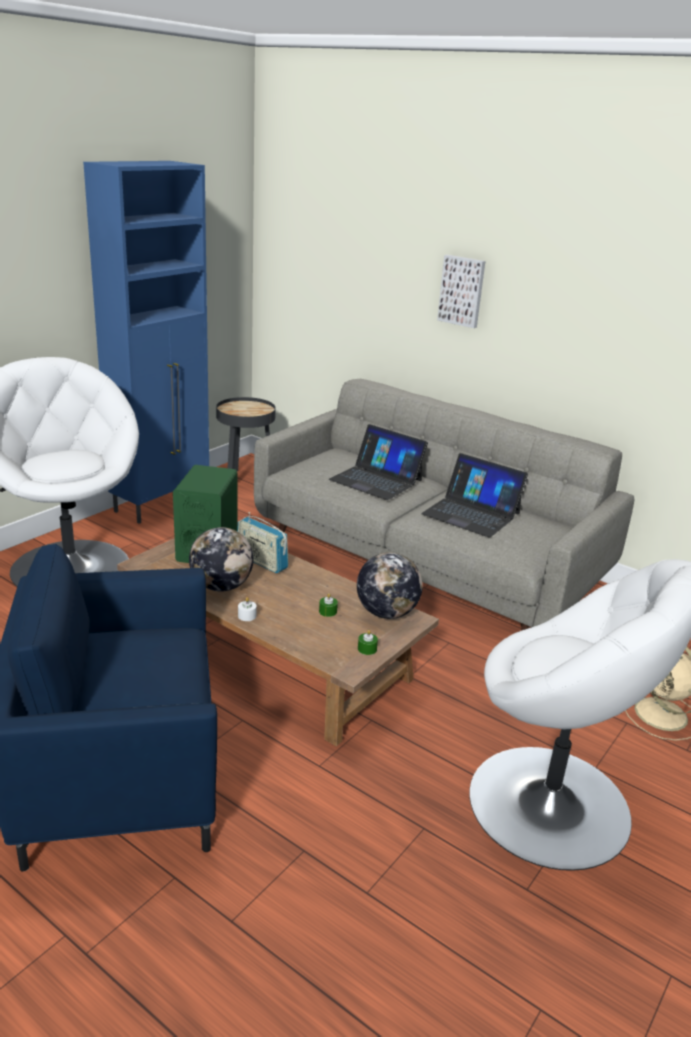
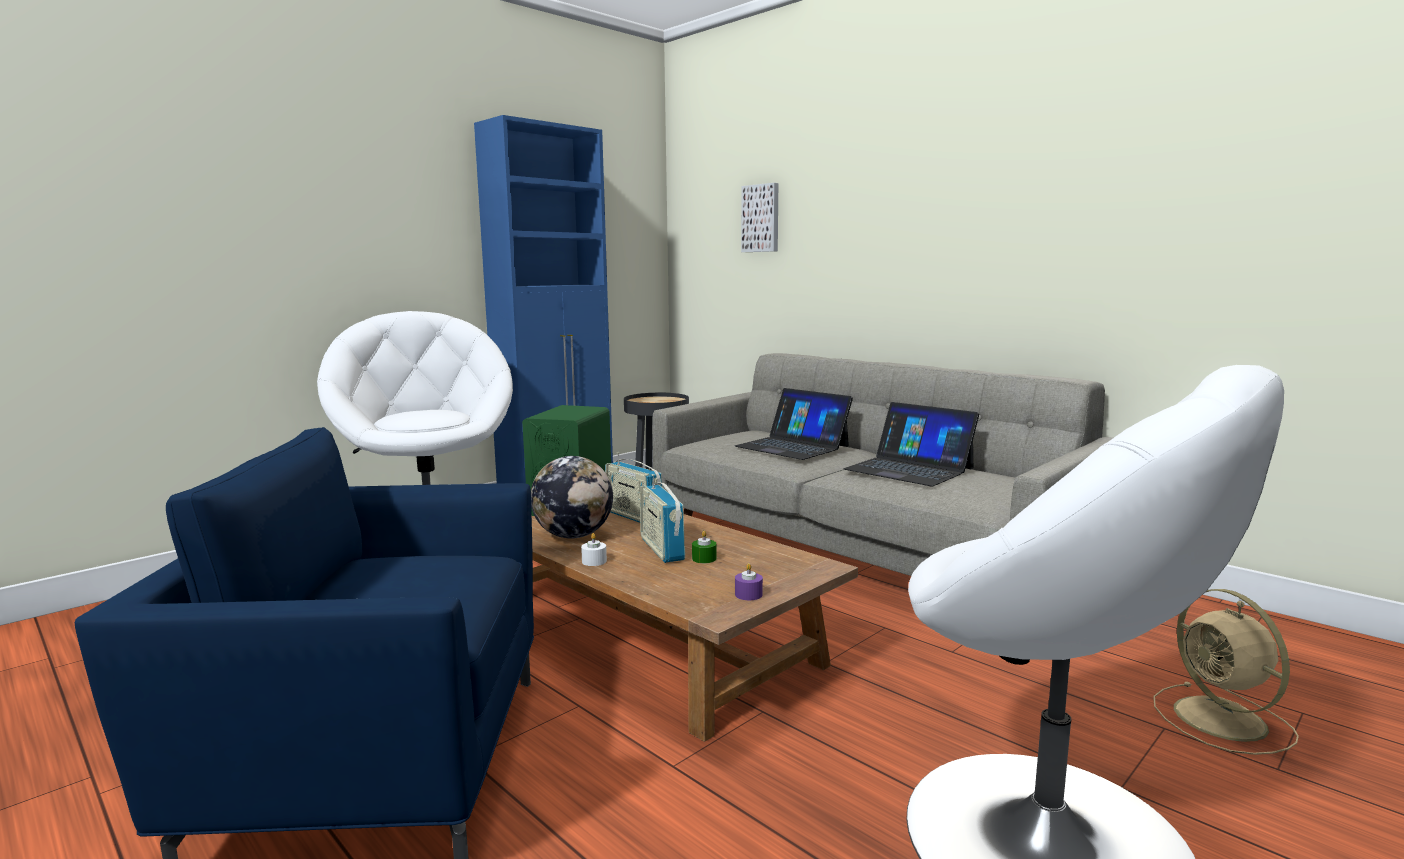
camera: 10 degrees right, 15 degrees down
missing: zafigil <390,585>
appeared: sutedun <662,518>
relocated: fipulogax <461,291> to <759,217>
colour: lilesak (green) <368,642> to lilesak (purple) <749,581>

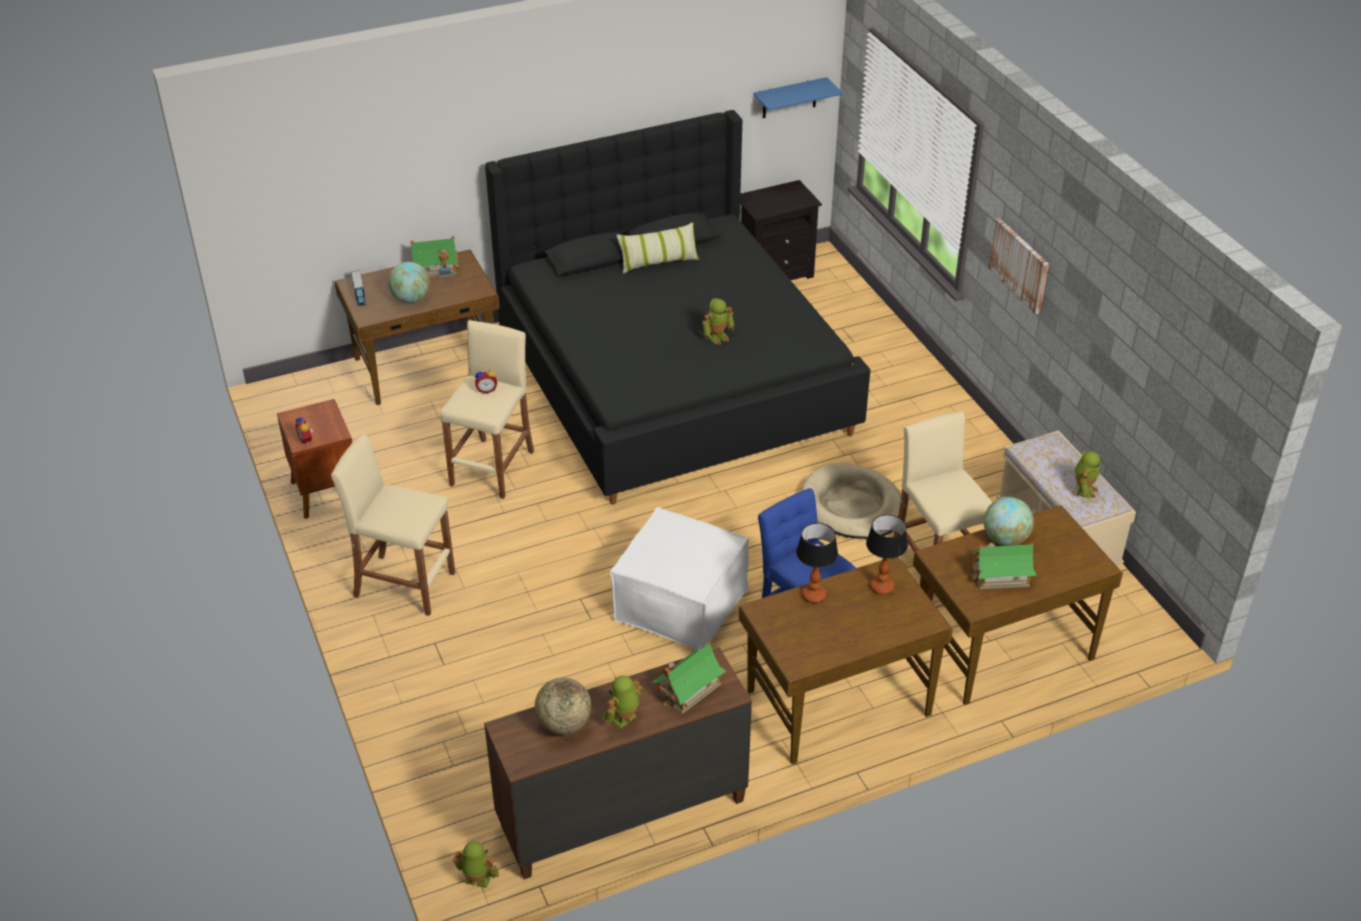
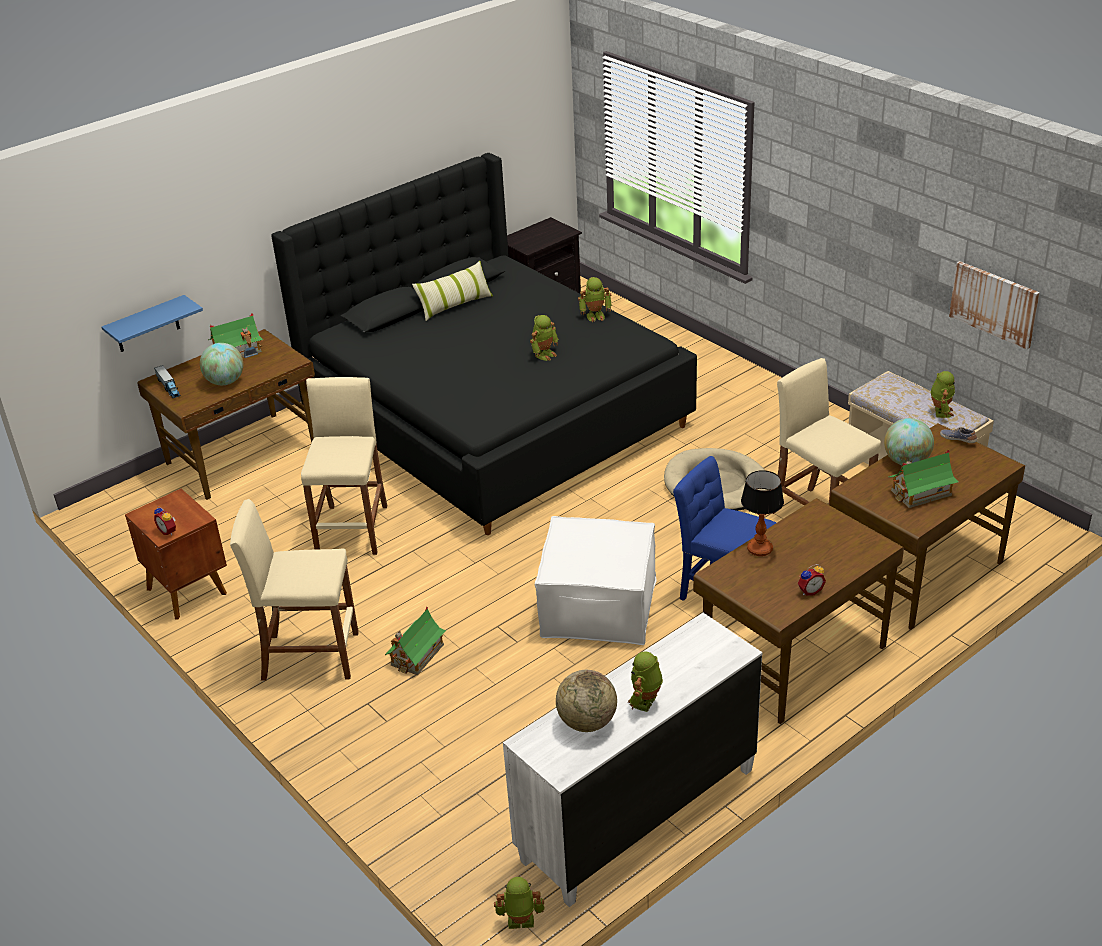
camera: 15 degrees left, 5 degrees down
missing: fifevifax <887,555>
appeared: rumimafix <595,299>; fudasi <958,435>
relocated: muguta <486,381> to <812,579>; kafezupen <689,677> to <415,640>; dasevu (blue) <798,97> to <152,323>; fipulogax <1018,266> to <994,305>
colour: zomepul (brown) <618,763> to zomepul (white) <632,760>

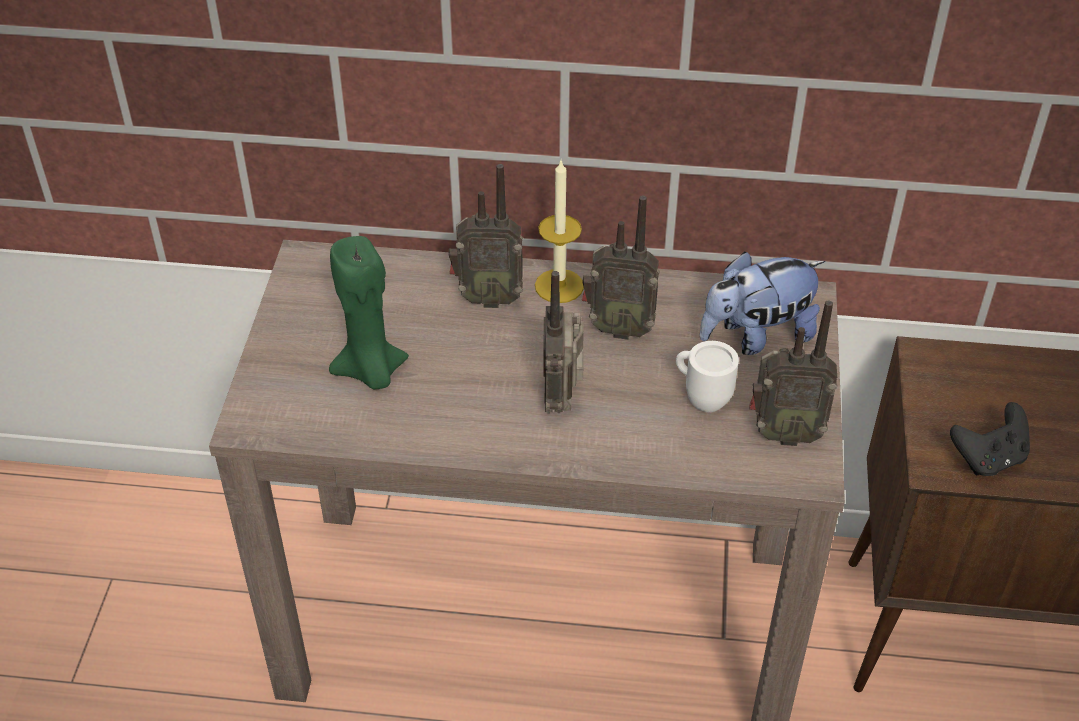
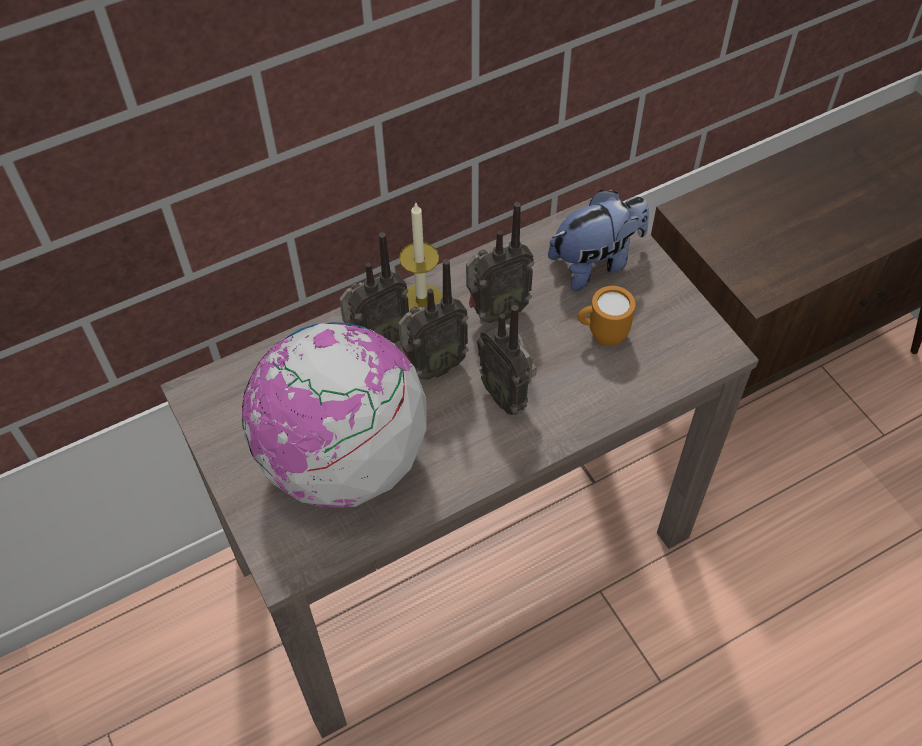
camera: 35 degrees left, 10 degrees up
missing: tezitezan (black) <990,439>
relocated: sutedun <793,373> to <433,319>
exchanged: lilesak (green) <369,312> to zafigil <334,415>
colour: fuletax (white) <707,376> to fuletax (orange) <606,316>
spun: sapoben <762,303> = <598,240> 150 degrees counterclockwise

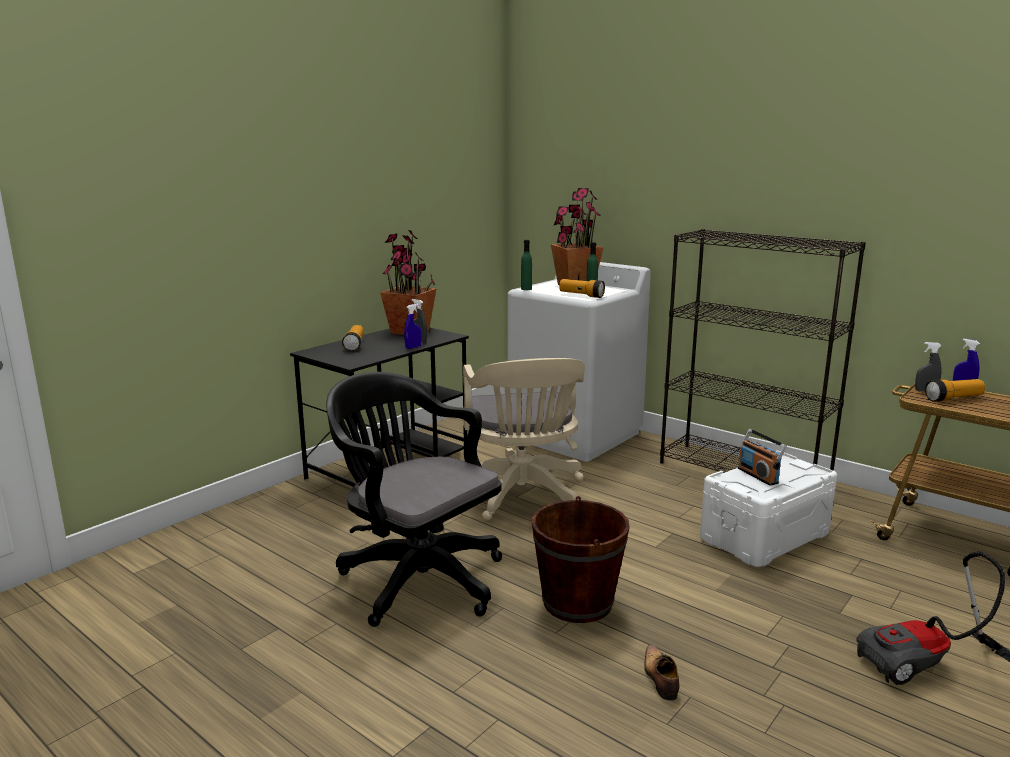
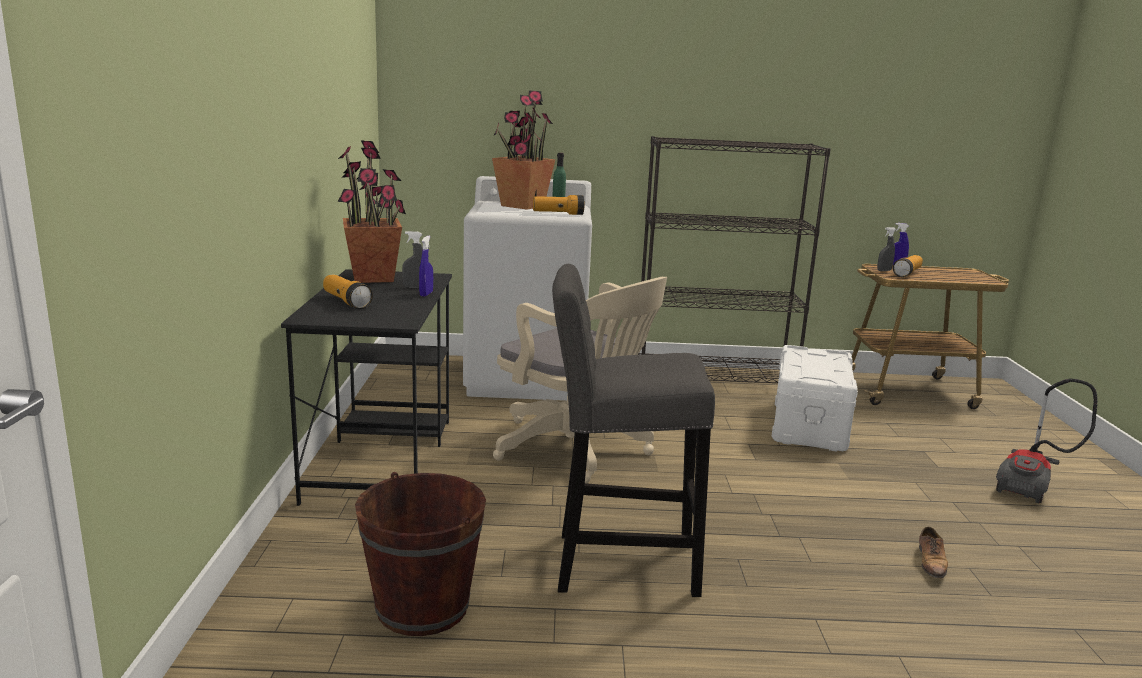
camera: 40 degrees left, 0 degrees up
missing: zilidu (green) <526,265>; sutedun <762,457>
relocated: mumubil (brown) <581,559> to <420,554>
exchanged: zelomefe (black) <414,499> to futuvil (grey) <633,430>
spun: fudasi <661,673> = <933,553> 120 degrees counterclockwise

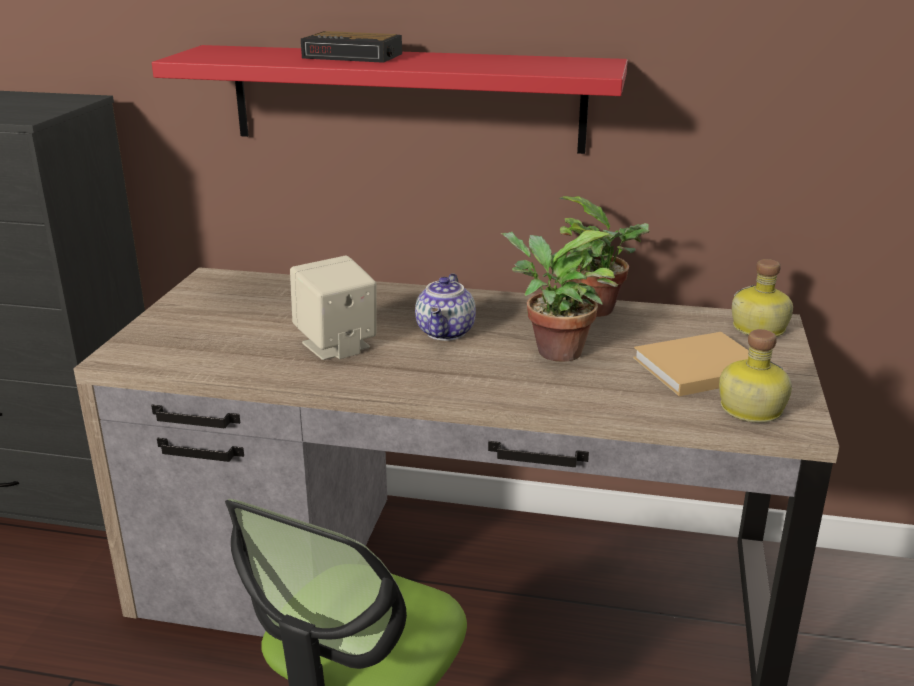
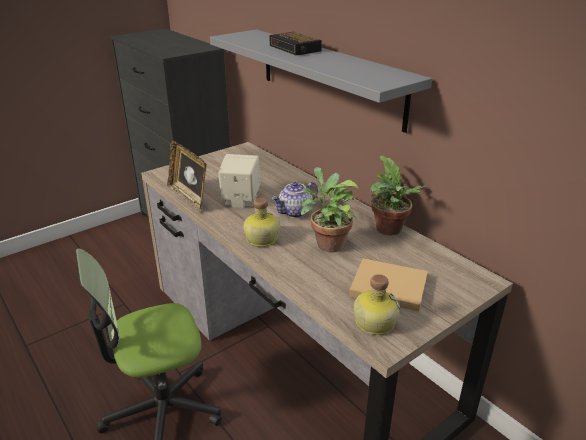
camera: 40 degrees right, 5 degrees up
appeared: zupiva <187,176>
relocated: zilidu <762,298> to <261,222>
colour: dasevu (red) <390,99> to dasevu (grey) <321,81>

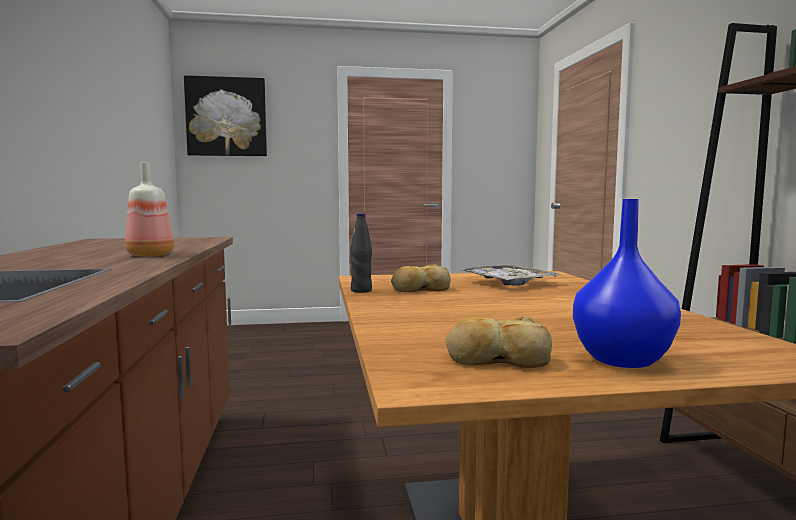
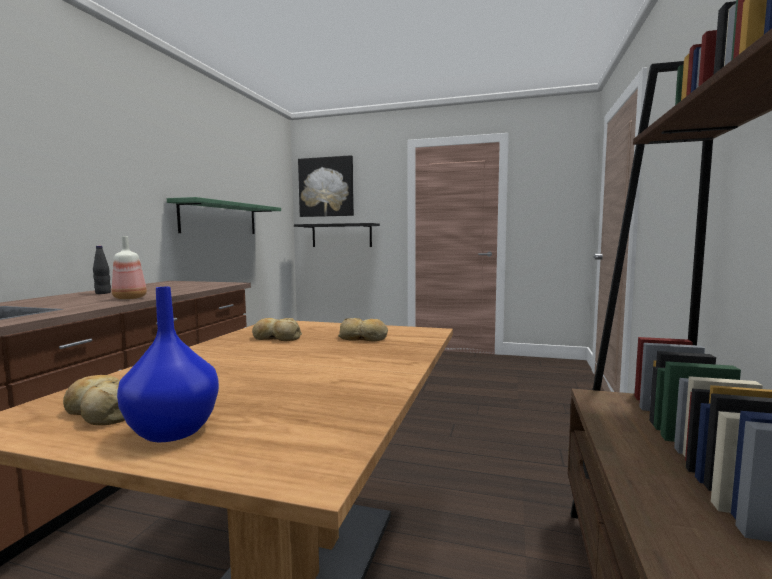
camera: 25 degrees right, 0 degrees up
appeared: dasevu (green) <224,215>; dasevu (black) <337,235>
relocated: zilidu (black) <361,253> to <102,270>
exchanged: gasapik <511,275> to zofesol <363,329>

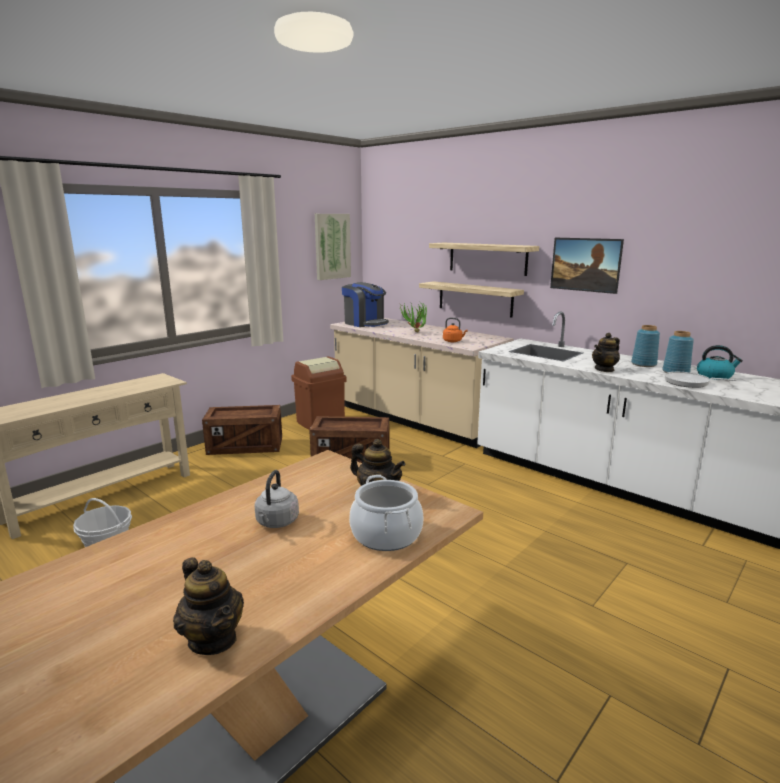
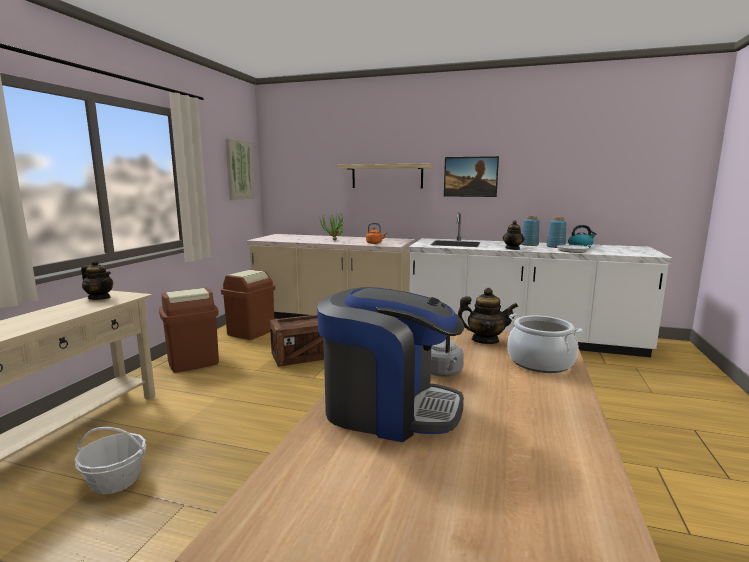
camera: 25 degrees left, 5 degrees down
missing: dasevu <471,299>
relocated: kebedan <208,606> to <97,280>; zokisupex <365,304> to <390,364>
exchanged: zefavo <242,430> to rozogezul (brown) <189,330>

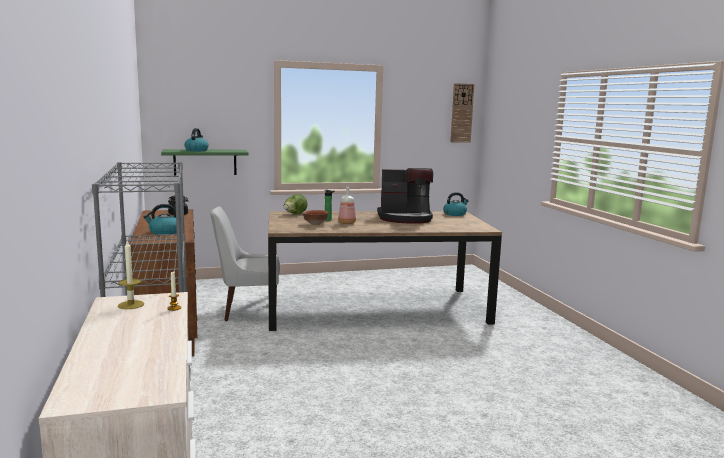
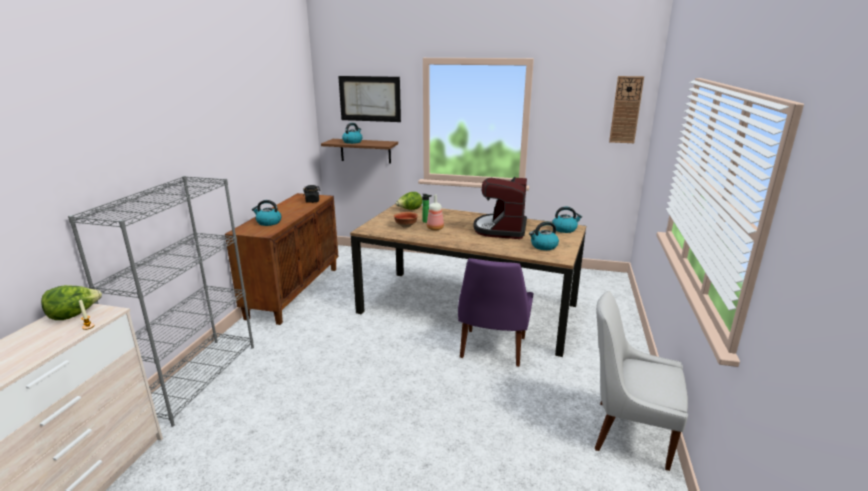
camera: 30 degrees right, 10 degrees up
appeared: fipulogax <369,99>; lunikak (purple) <496,312>; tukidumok <544,235>
relocated: lunikak (white) <245,263> to <641,381>
exchanged: lilesak <131,275> to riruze <71,302>
colour: dasevu (green) <205,162> to dasevu (brown) <359,151>
spun: zokisupex <405,196> = <500,208> 75 degrees clockwise

